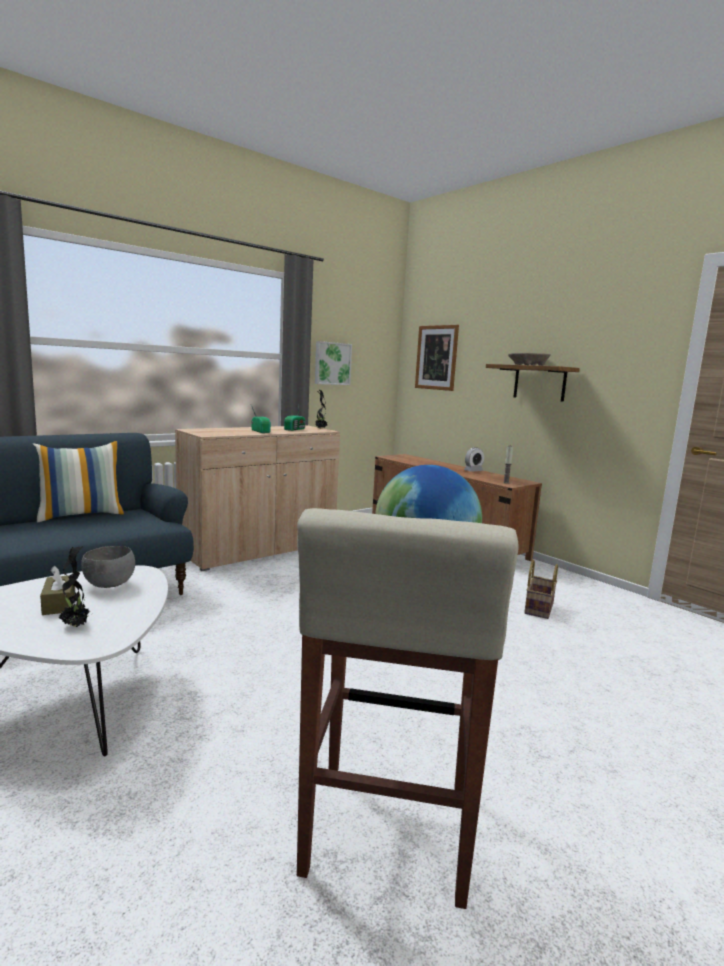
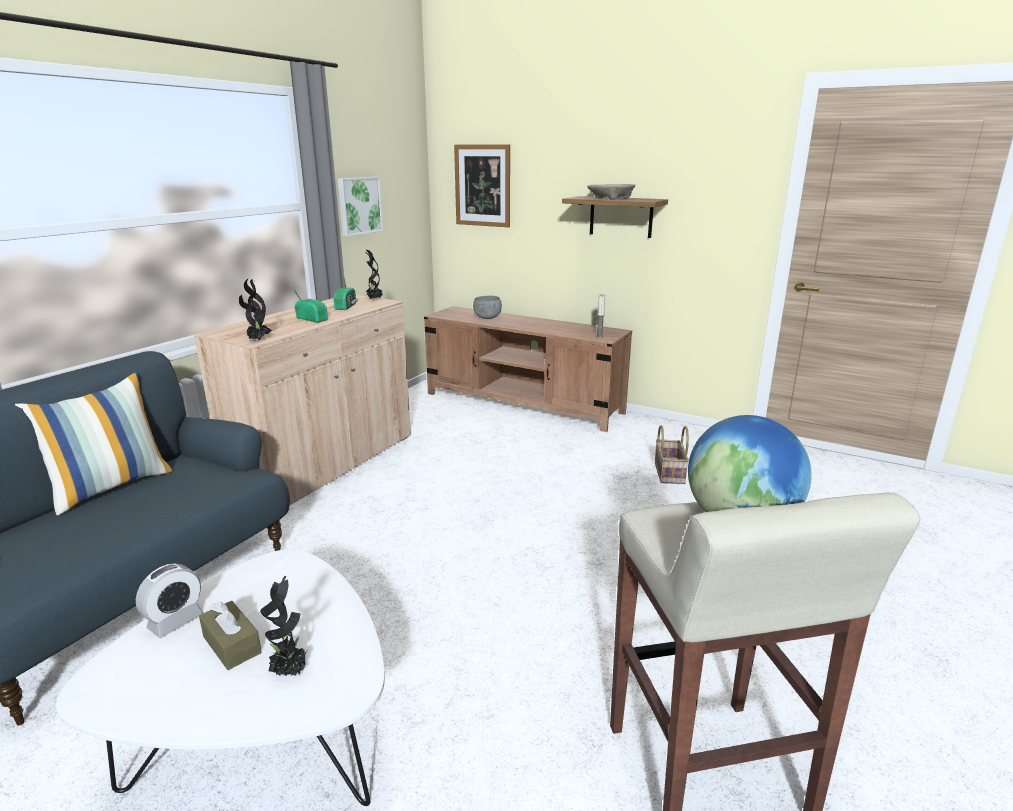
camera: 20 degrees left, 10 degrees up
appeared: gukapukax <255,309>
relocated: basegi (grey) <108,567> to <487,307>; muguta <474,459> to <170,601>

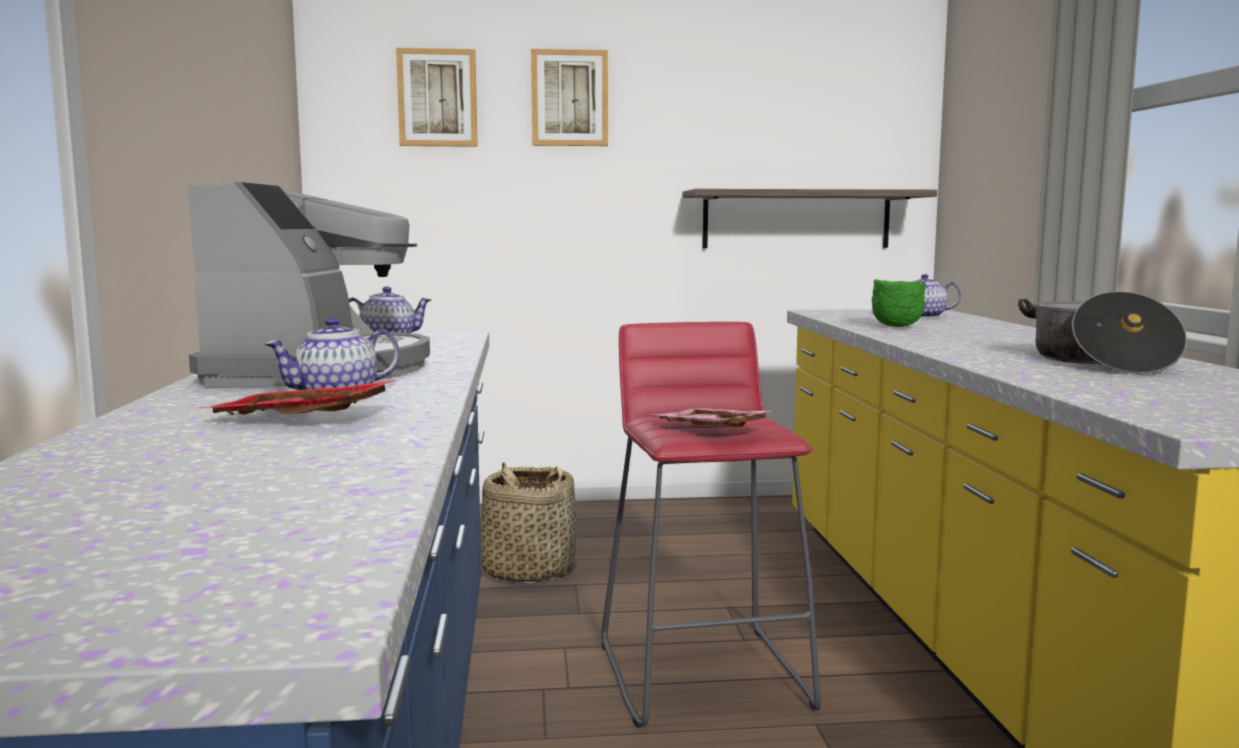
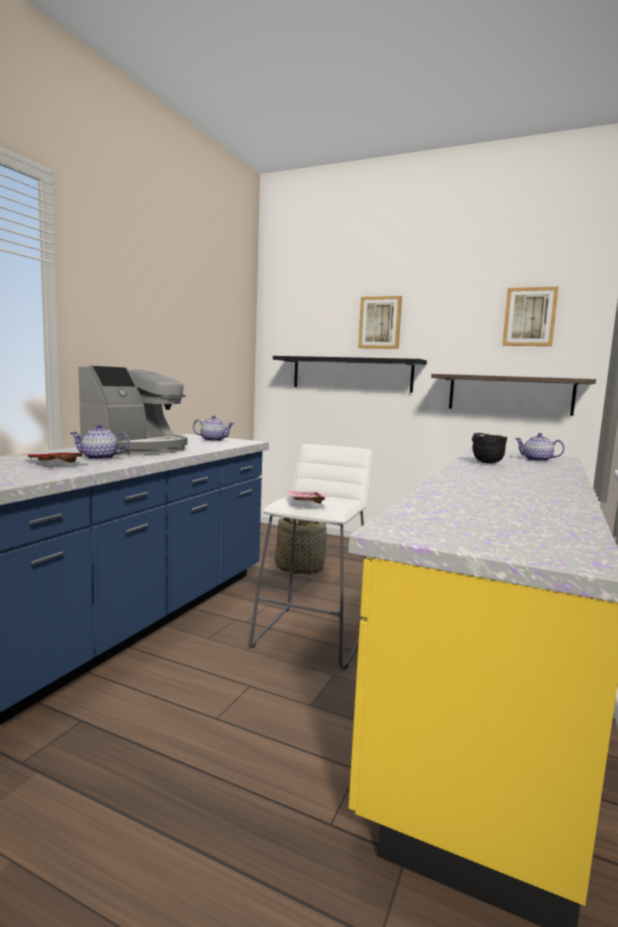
camera: 30 degrees right, 0 degrees up
missing: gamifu <1102,332>
appeared: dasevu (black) <350,374>
relocated: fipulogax <437,97> to <530,316>
colour: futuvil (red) <711,525> to futuvil (white) <310,556>; basegi (green) <899,303> to basegi (black) <489,448>

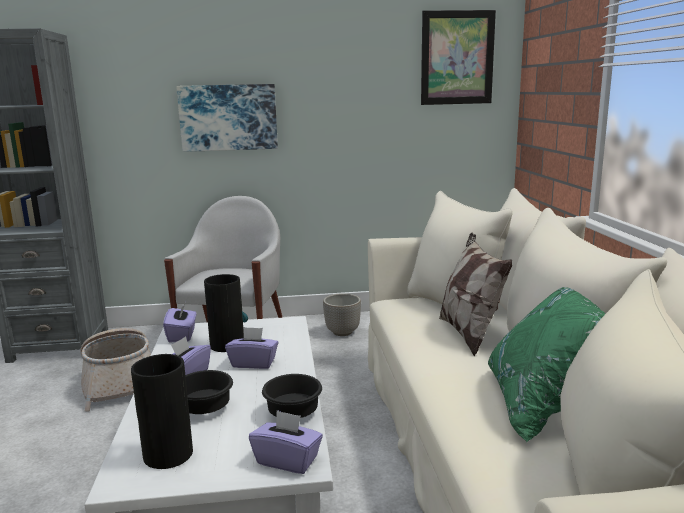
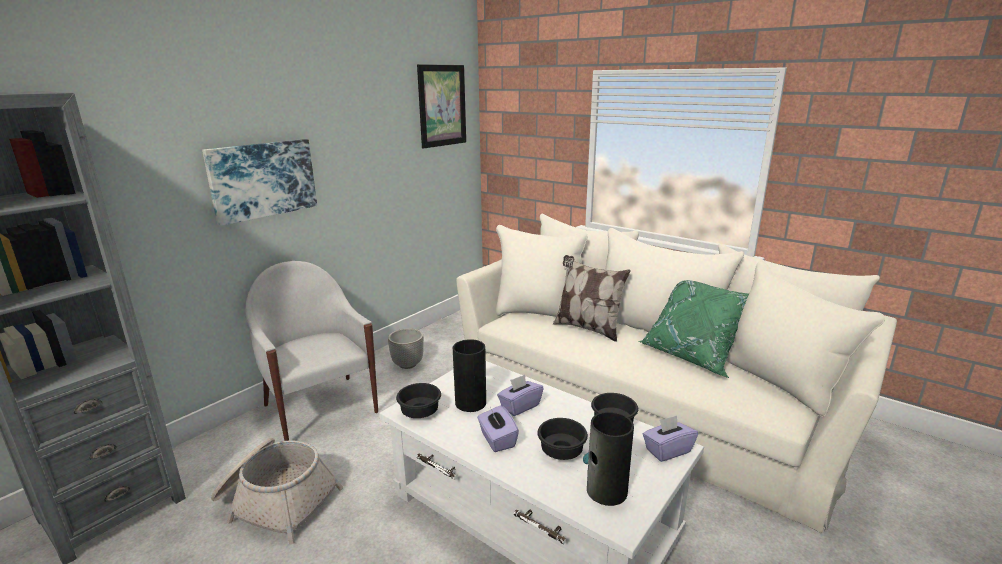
camera: 45 degrees left, 5 degrees up
exchanged: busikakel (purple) <180,322> to basegi (black) <418,400>

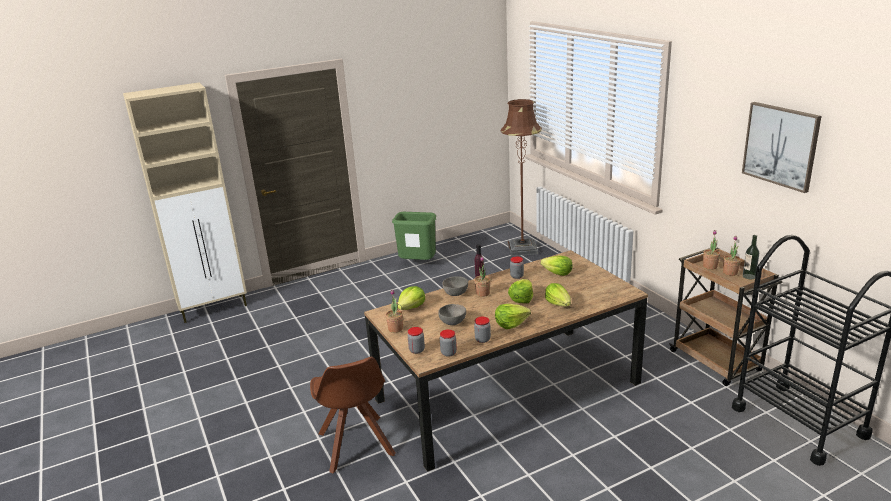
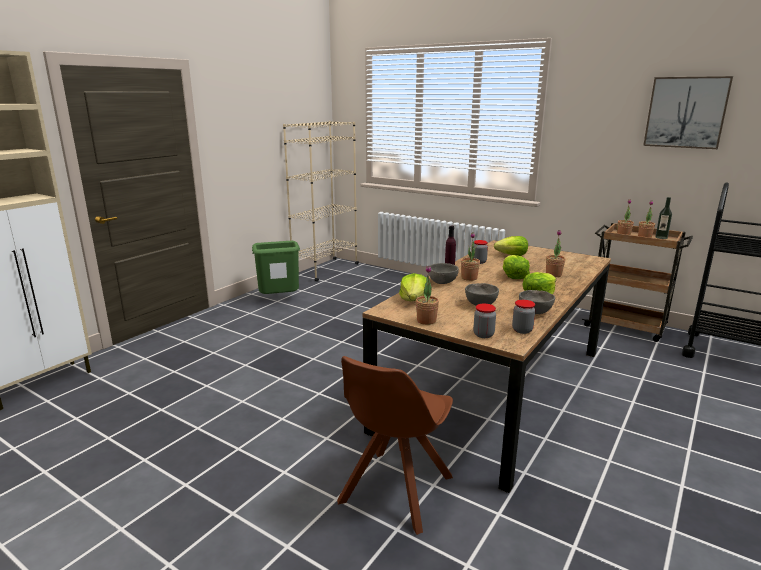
camera: 30 degrees left, 5 degrees down
missing: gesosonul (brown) <521,177>
appeared: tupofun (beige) <321,201>
exchanged: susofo <482,330> to basegi (grey) <537,302>; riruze <558,294> to gukapukax <556,253>
spun: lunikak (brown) <352,415> = <395,445> 75 degrees clockwise

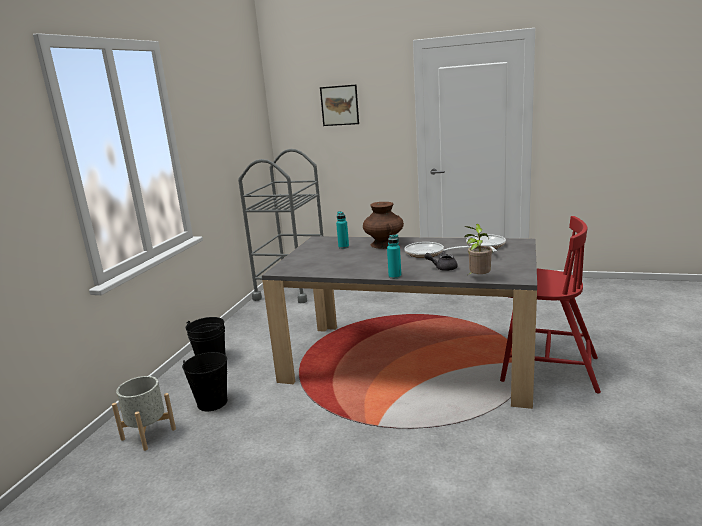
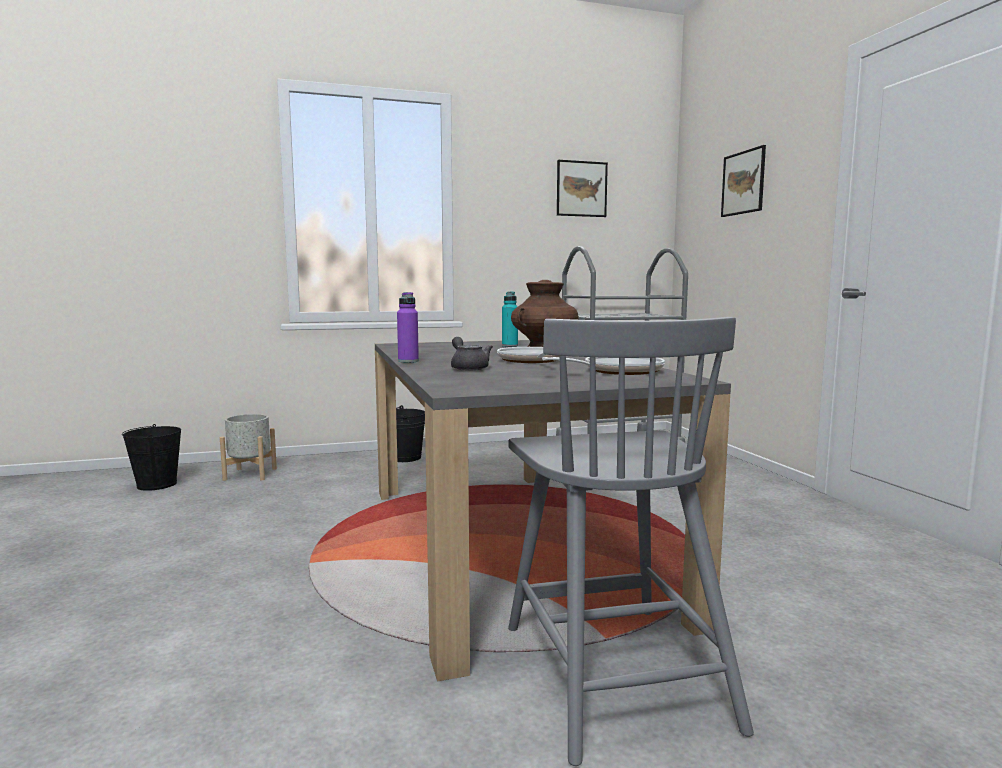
camera: 55 degrees right, 10 degrees down
missing: gukapukax <478,249>
appeared: fipulogax <582,188>
relocated: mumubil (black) <204,381> to <151,457>
colour: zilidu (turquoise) <394,256> to zilidu (purple) <408,327>; lunikak (red) <550,305> to lunikak (grey) <631,541>

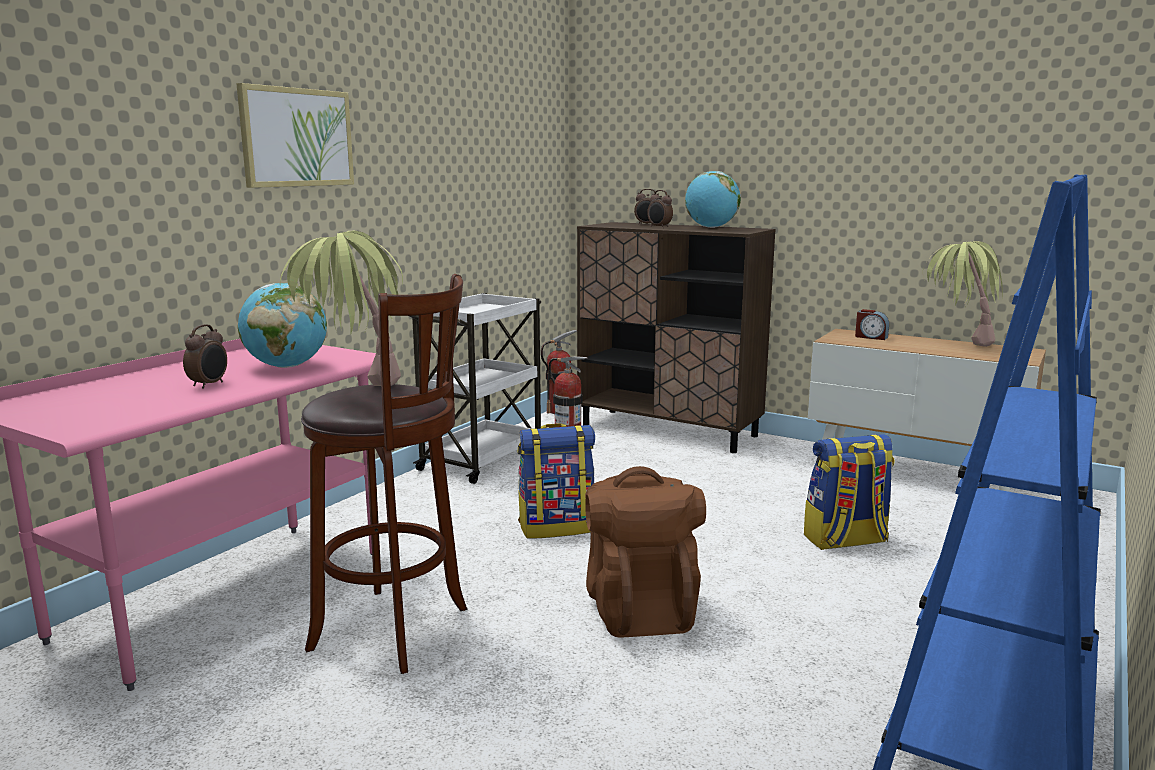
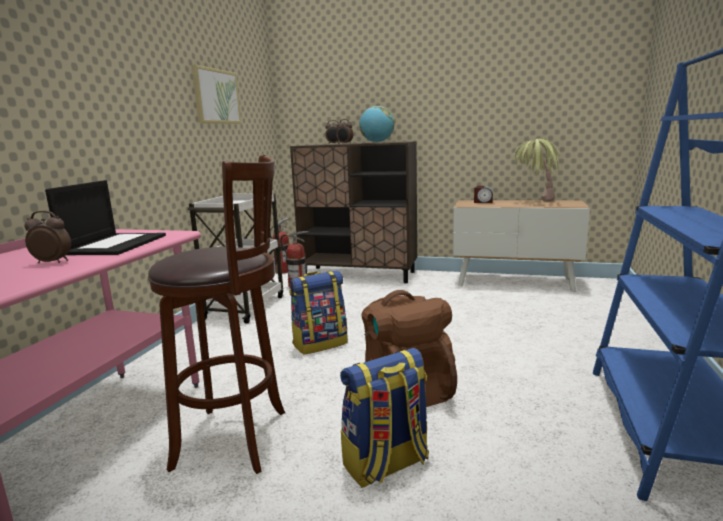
camera: 15 degrees left, 0 degrees up
missing: gukapukax <341,308>
relocated: fipulogax <295,135> to <216,94>; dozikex <849,492> to <384,418>
exchanged: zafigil <282,325> to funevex <105,217>
spun: muguta <205,356> = <47,237> 90 degrees counterclockwise

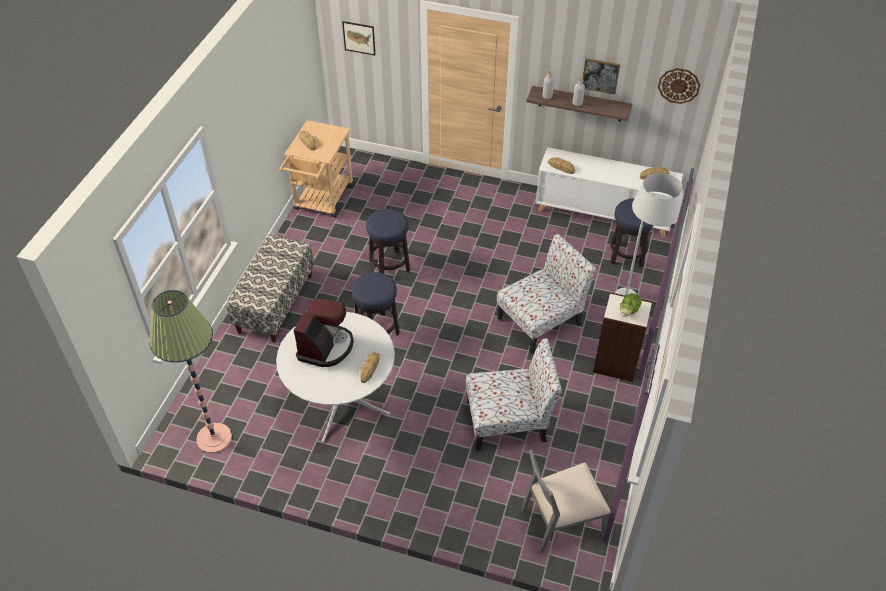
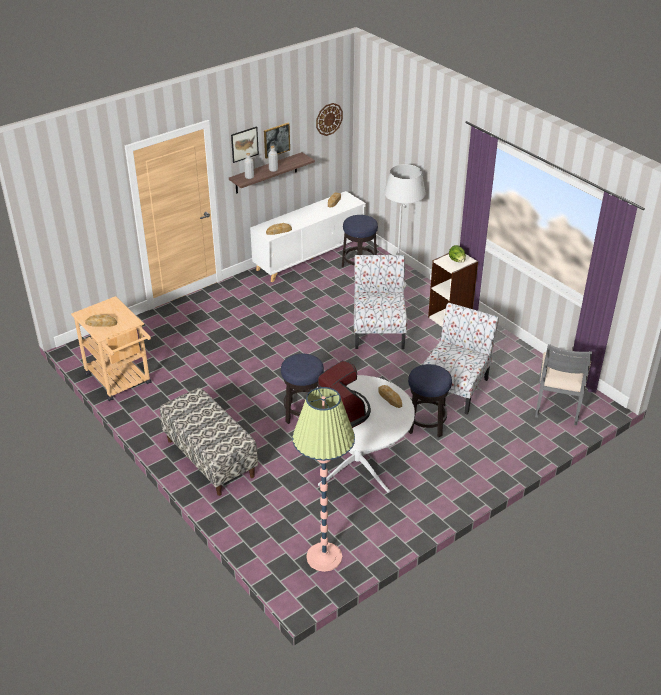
camera: 55 degrees left, 10 degrees down
relocated: fipulogax <358,38> to <245,144>; futuvil <388,241> to <430,400>

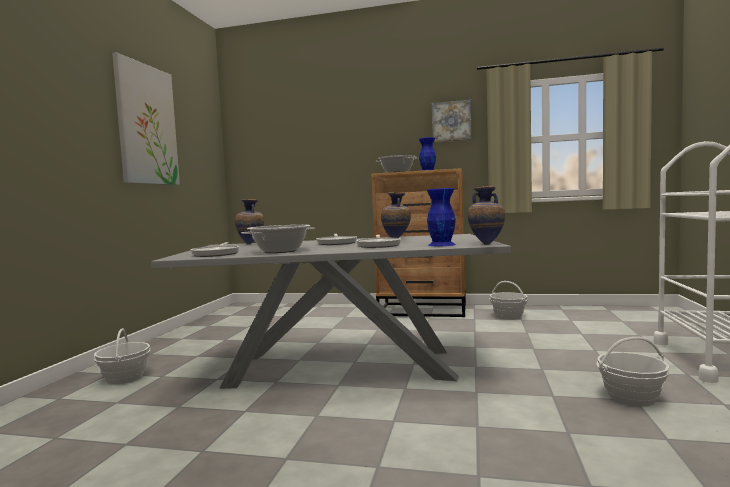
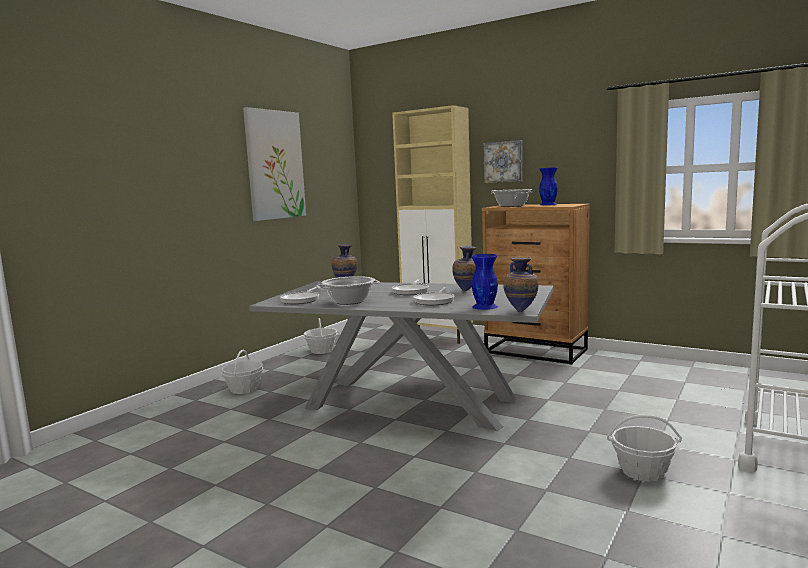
camera: 20 degrees right, 5 degrees up
appeared: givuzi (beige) <432,224>
relocated: fipulogax <452,121> to <502,161>; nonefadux <509,300> to <320,336>

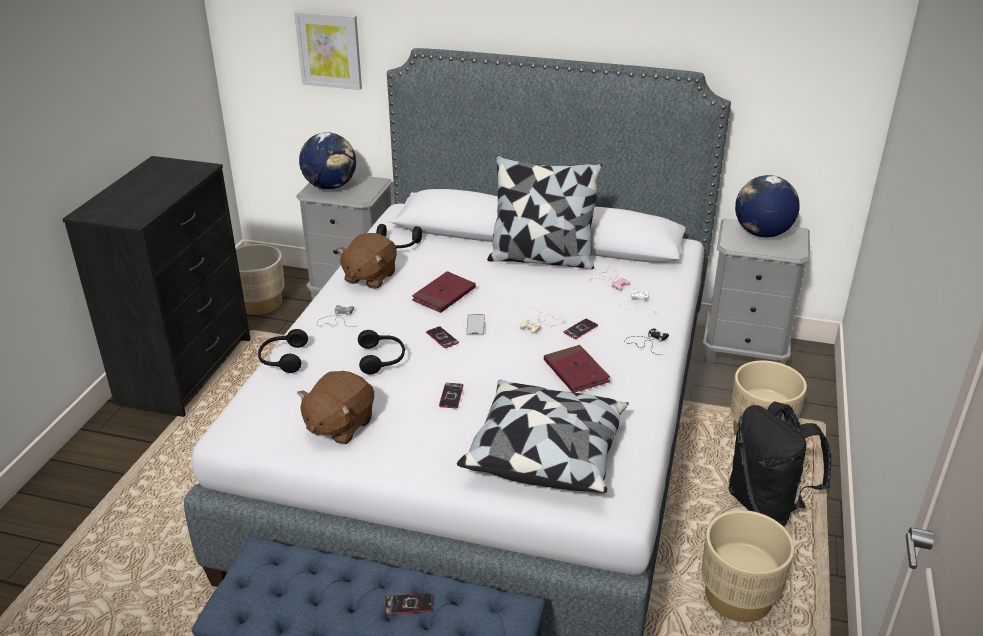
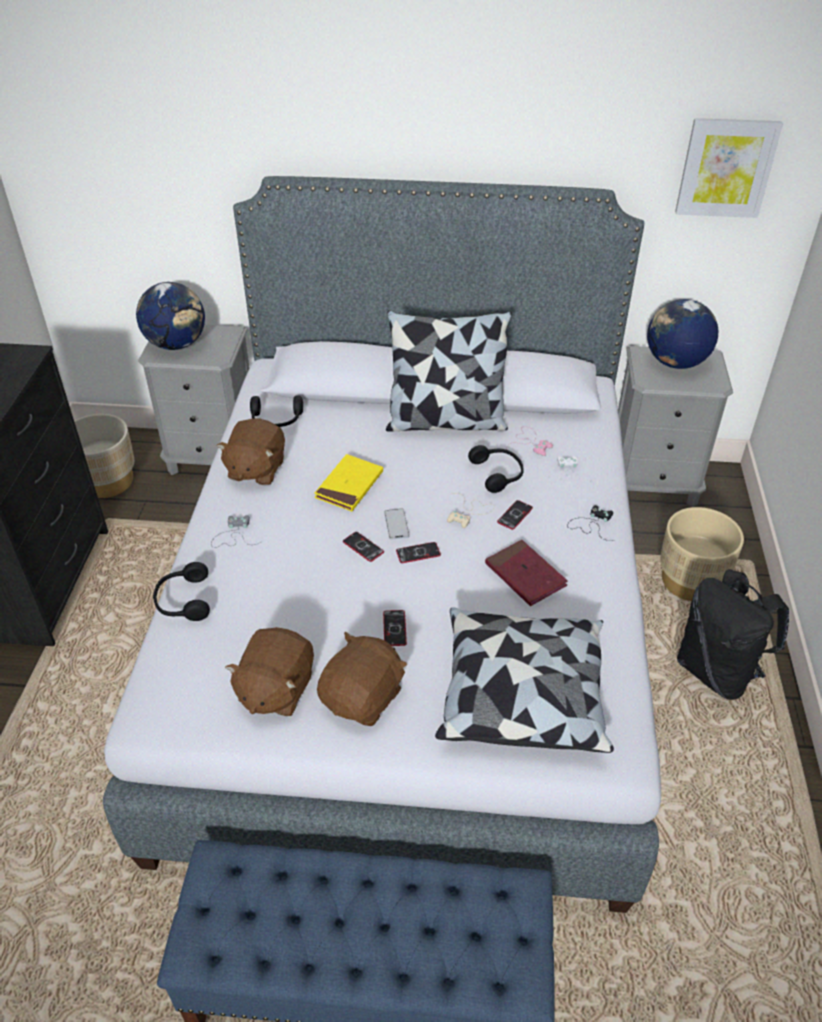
camera: 10 degrees left, 10 degrees up
missing: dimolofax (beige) <748,566>
appeared: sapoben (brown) <362,679>
relocated: fipulogax <328,50> to <729,168>; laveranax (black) <381,352> to <496,469>; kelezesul <409,603> to <418,552>
colour: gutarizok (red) <444,292> to gutarizok (yellow) <348,482>

